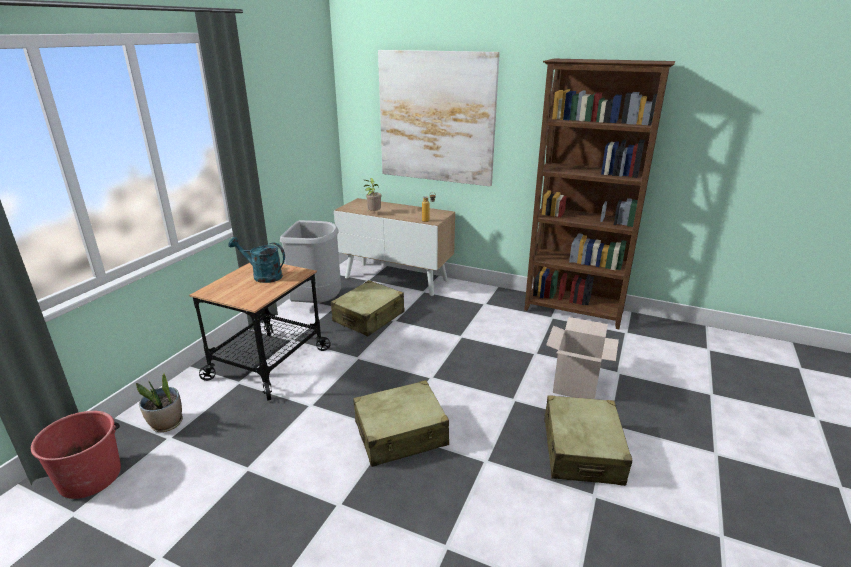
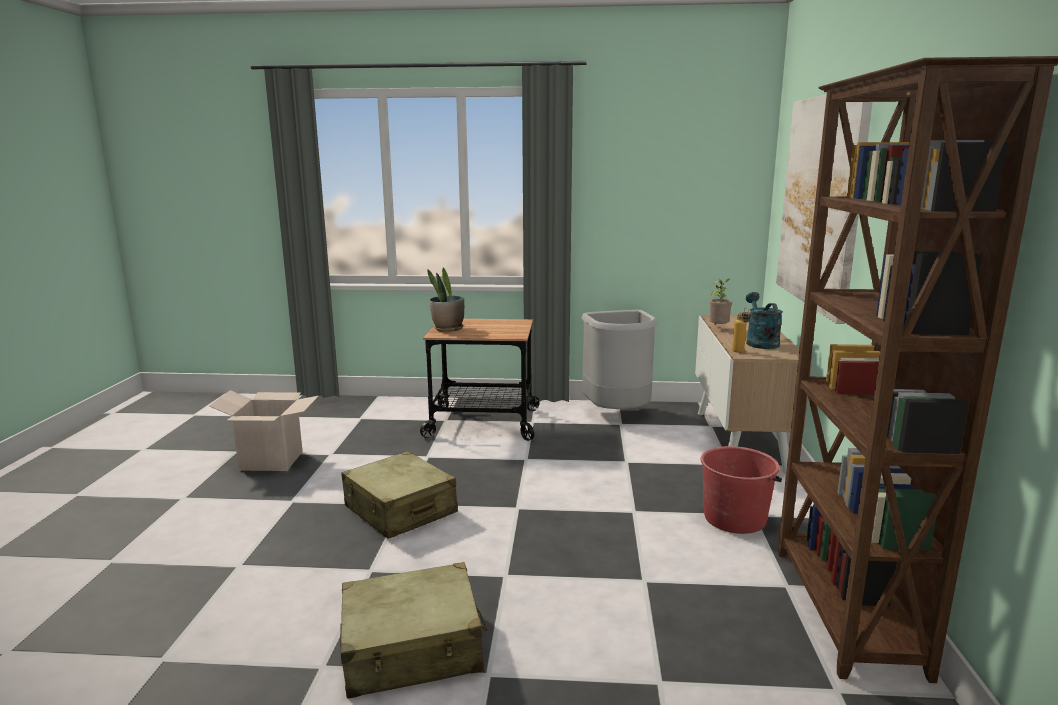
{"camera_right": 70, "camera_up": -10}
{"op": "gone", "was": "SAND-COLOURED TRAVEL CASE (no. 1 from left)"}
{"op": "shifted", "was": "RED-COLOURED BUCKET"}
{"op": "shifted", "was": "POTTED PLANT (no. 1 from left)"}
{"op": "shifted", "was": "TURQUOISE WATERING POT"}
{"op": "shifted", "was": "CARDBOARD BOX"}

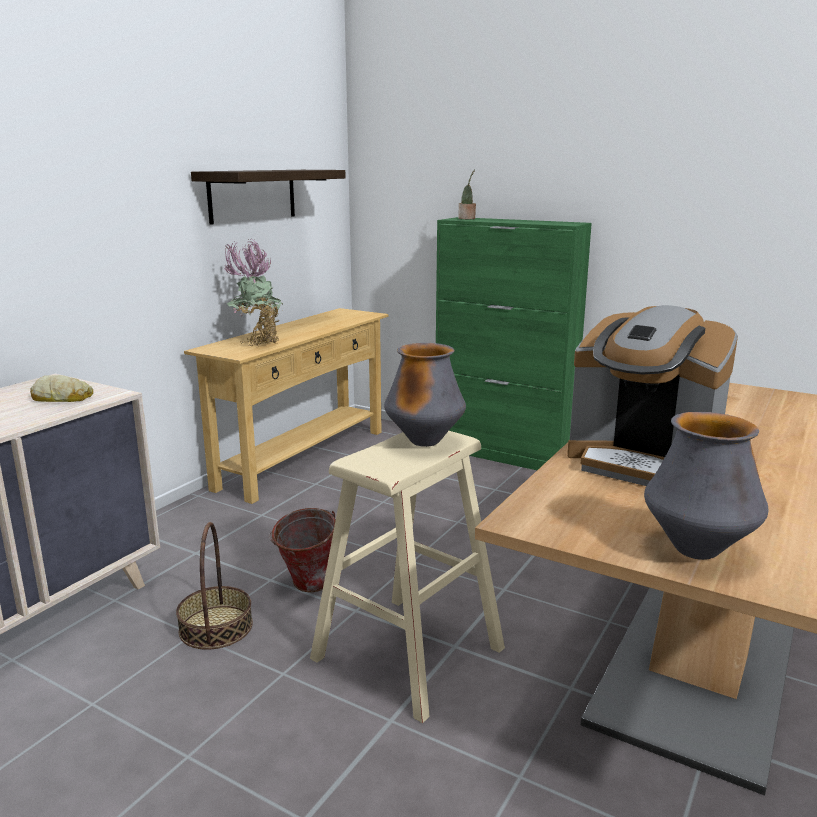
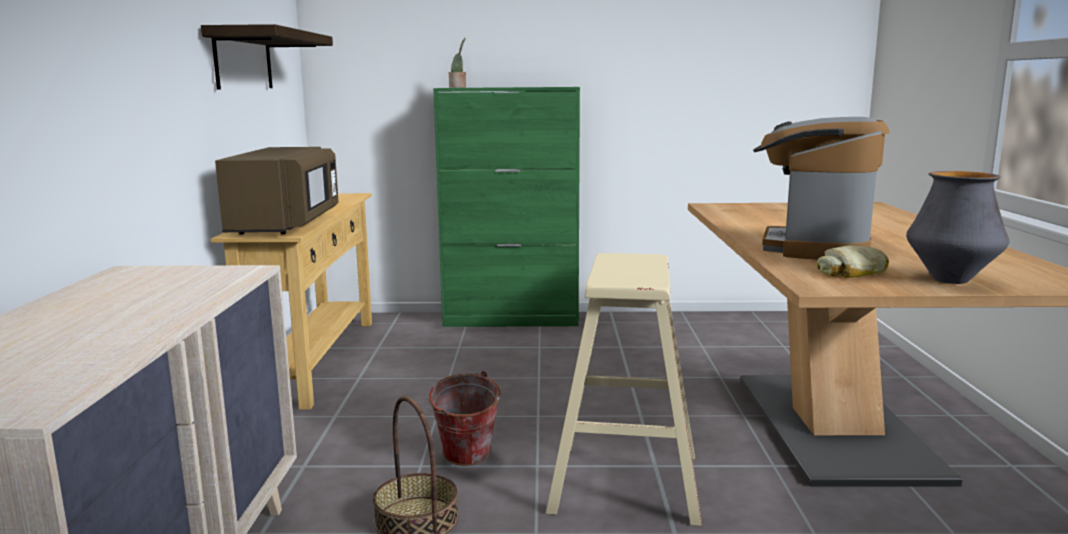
{"camera_right": -30, "camera_up": -5}
{"op": "gone", "was": "DECORATIVE VASE (no. 1 from left)"}
{"op": "shifted", "was": "BAKED BREAD"}
{"op": "swapped", "was": "POTTED PLANT (no. 1 from left)", "now": "BROWN MICROWAVE"}
{"op": "rotated", "was": "COFFEE BREWER", "clockwise": 105}

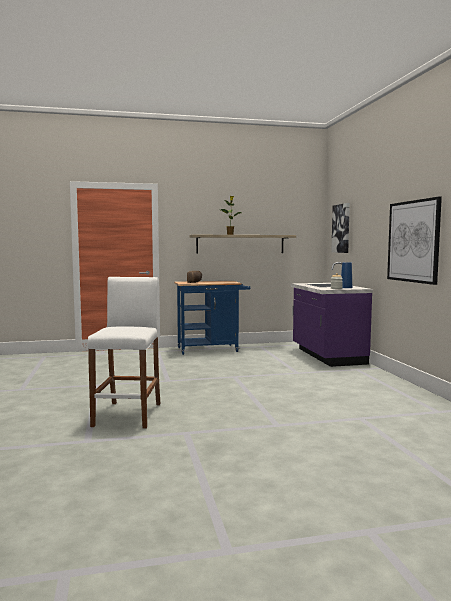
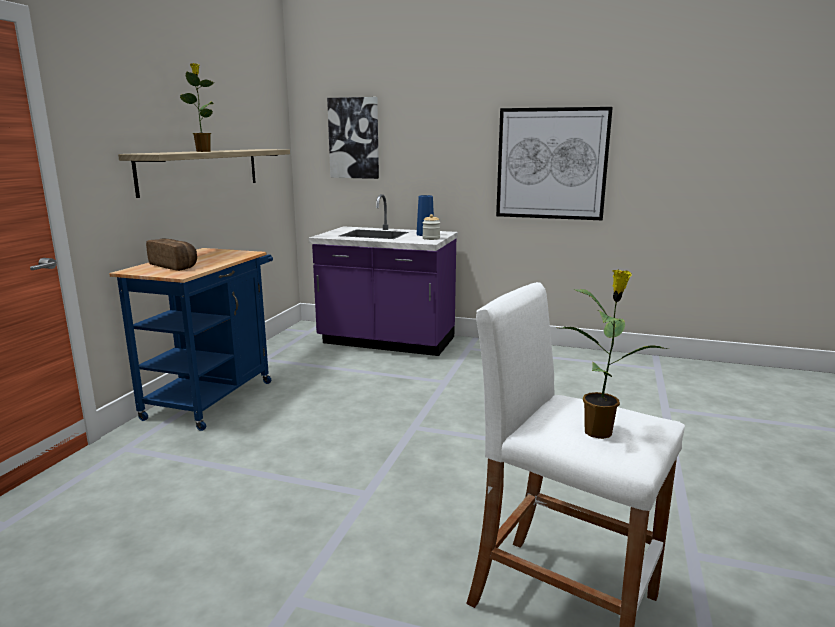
{"camera_right": -60, "camera_up": 10}
{"op": "new", "now": "POTTED PLANT (no. 2 from left)"}

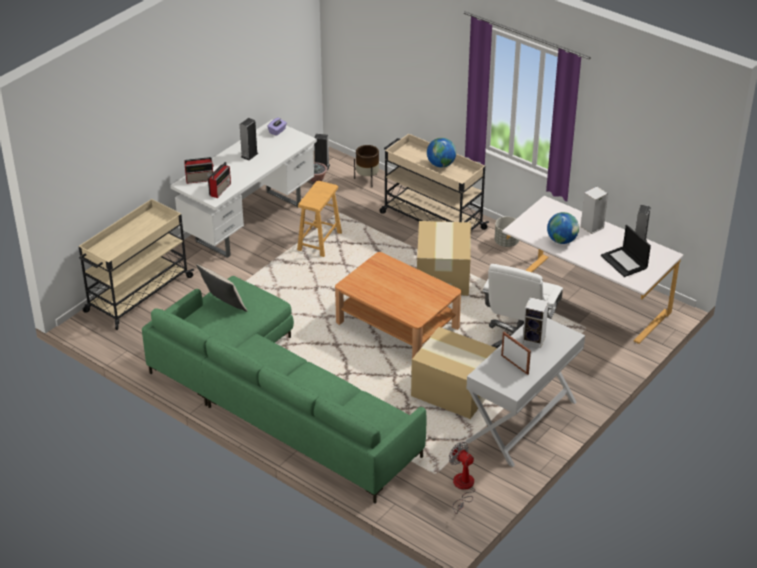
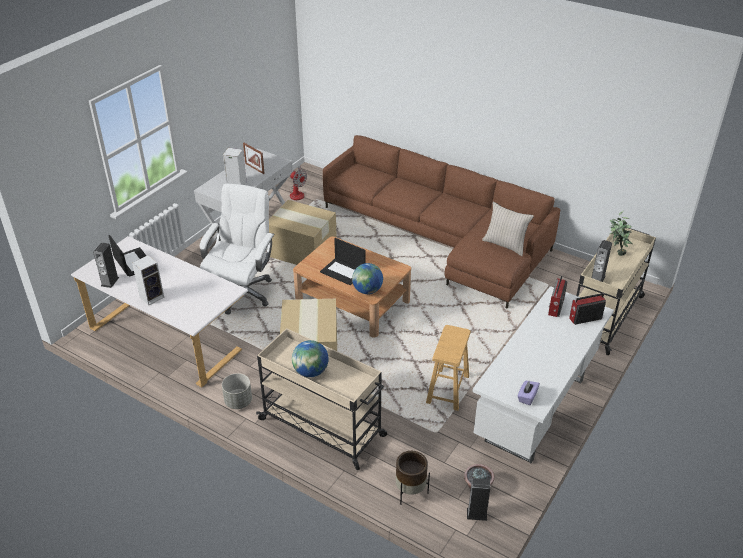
{"camera_right": 175, "camera_up": 0}
{"op": "new", "now": "PORTABLE COMPUTER (no. 2 from left)"}
{"op": "new", "now": "POTTED PLANT (no. 2 from left)"}
{"op": "shifted", "was": "SPEAKER (no. 1 from left in the first image)", "now": "SPEAKER (no. 5 from left)"}
{"op": "shifted", "was": "WORLD GLOBE (no. 2 from left)"}
{"op": "repainted", "was": "GREEN-COLOURED SETTEE", "now": "BROWN SETTEE"}

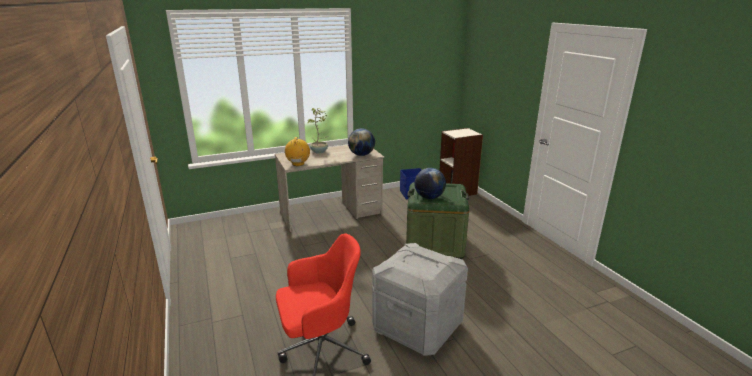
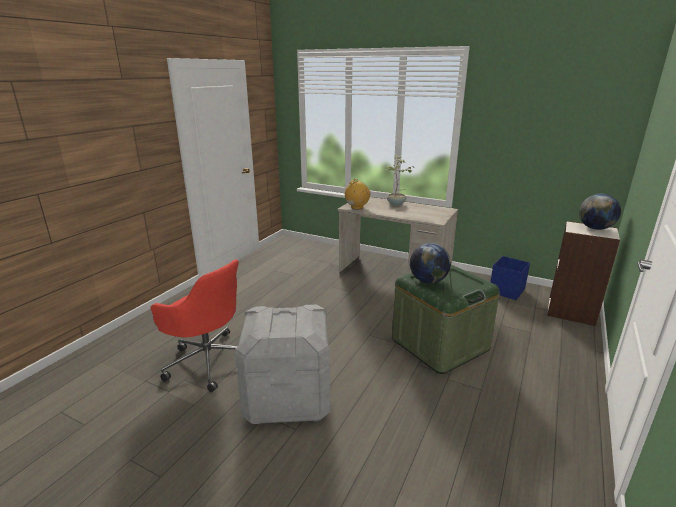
{"camera_right": 50, "camera_up": 0}
{"op": "shifted", "was": "WORLD GLOBE (no. 1 from left in the first image)", "now": "WORLD GLOBE (no. 2 from left)"}

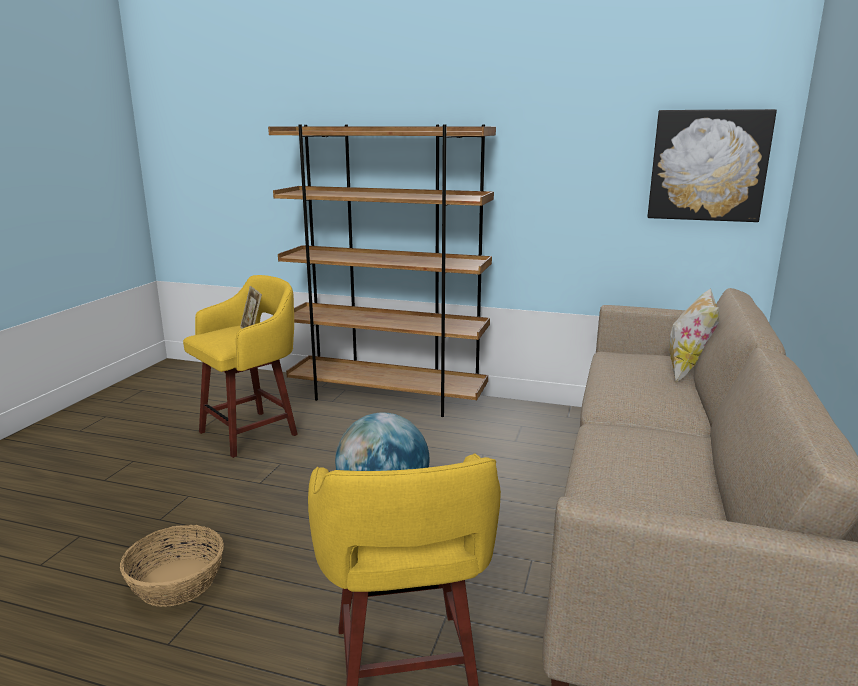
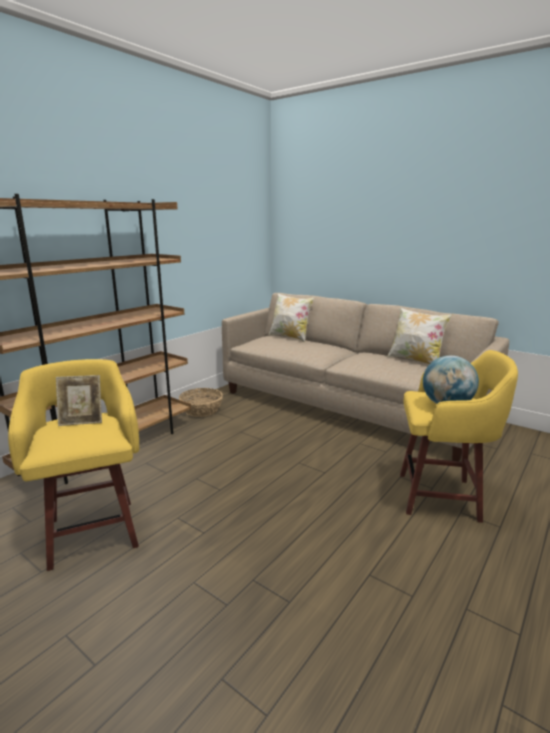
{"camera_right": -70, "camera_up": 0}
{"op": "gone", "was": "WALL PICTURE"}
{"op": "new", "now": "PILLOW (no. 2 from left)"}
{"op": "shifted", "was": "BASKET"}

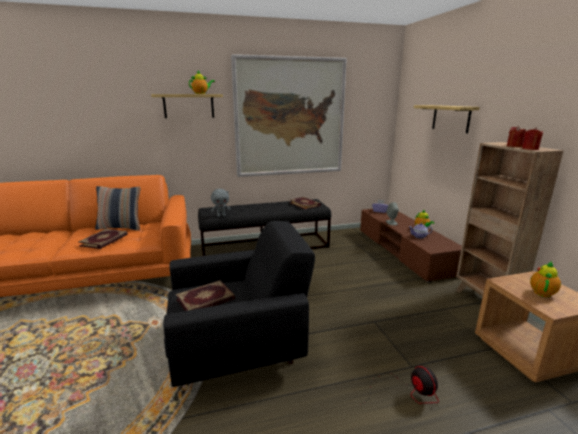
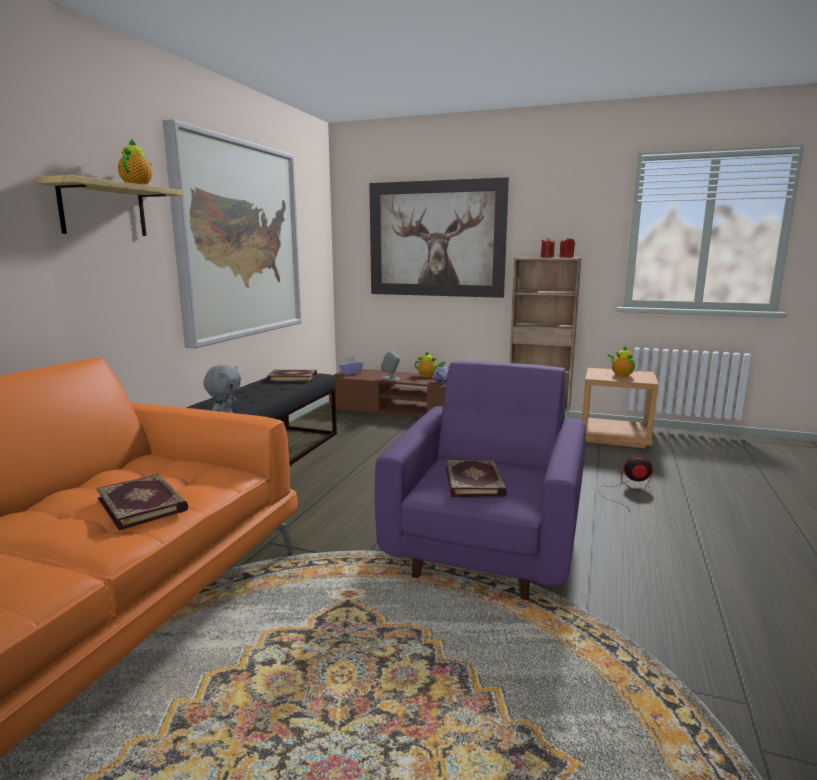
{"camera_right": -55, "camera_up": -5}
{"op": "gone", "was": "PILLOW"}
{"op": "swapped", "was": "WALL SHELF (no. 2 from left)", "now": "WALL PICTURE (no. 2 from left)"}
{"op": "repainted", "was": "BLACK EASY CHAIR", "now": "PURPLE EASY CHAIR"}

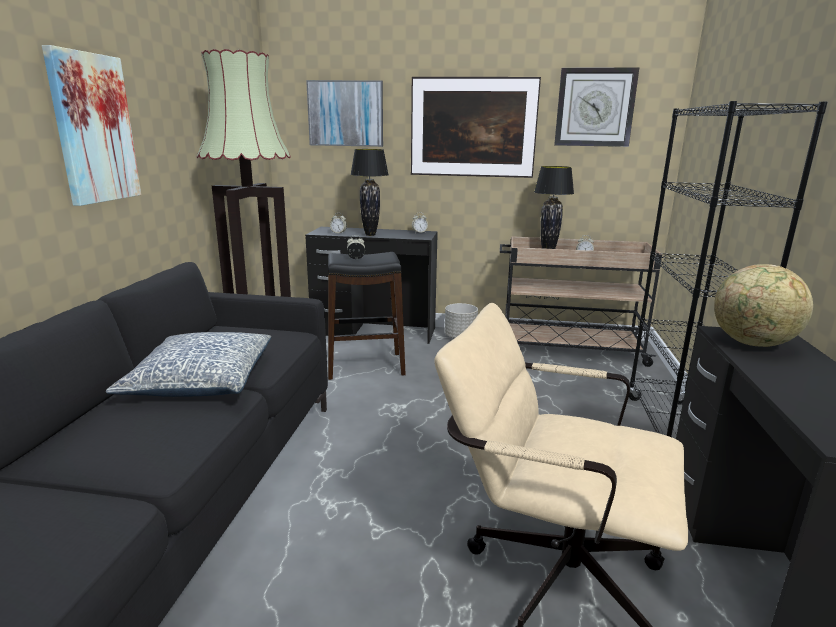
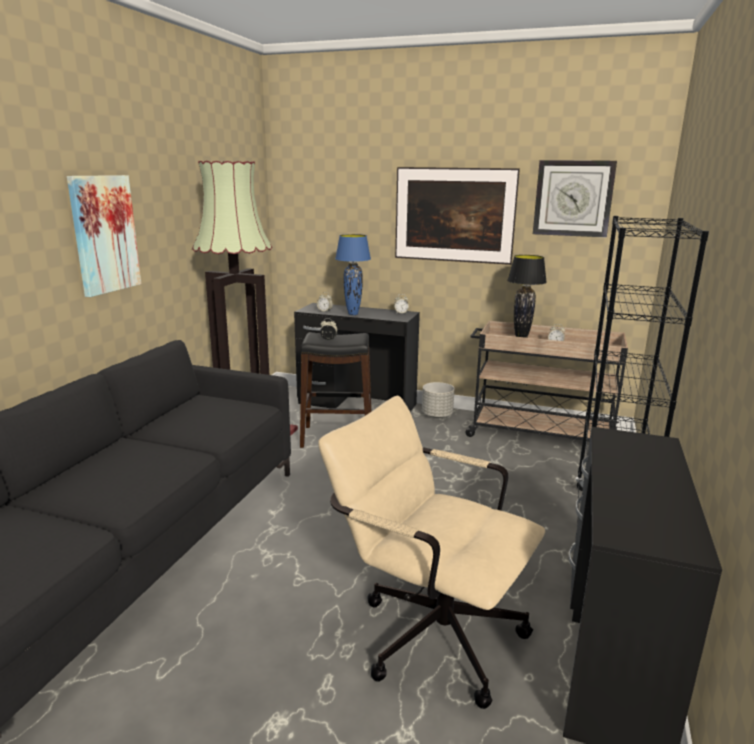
{"camera_right": 10, "camera_up": 0}
{"op": "gone", "was": "PILLOW"}
{"op": "gone", "was": "WALL PICTURE (no. 2 from left)"}
{"op": "gone", "was": "WORLD GLOBE"}
{"op": "repainted", "was": "BLACK TABLE LAMP (no. 1 from left)", "now": "BLUE TABLE LAMP"}

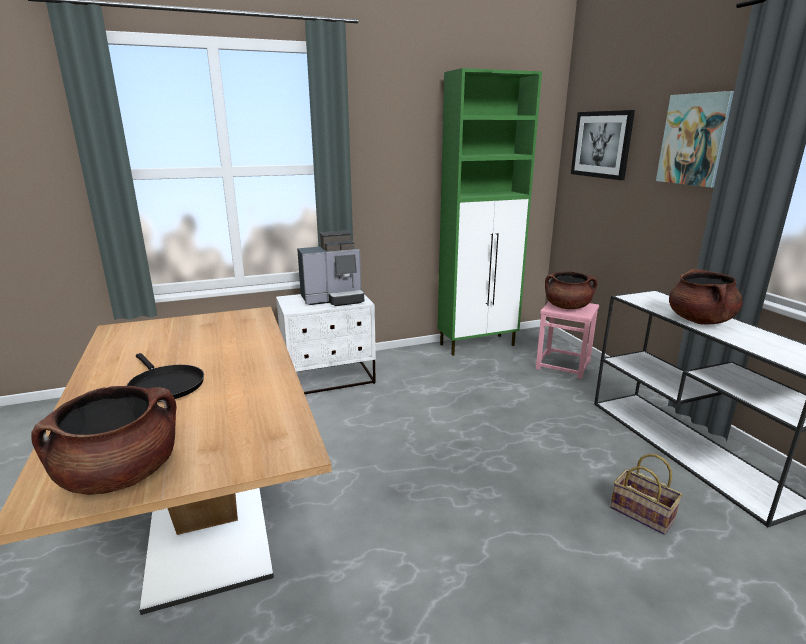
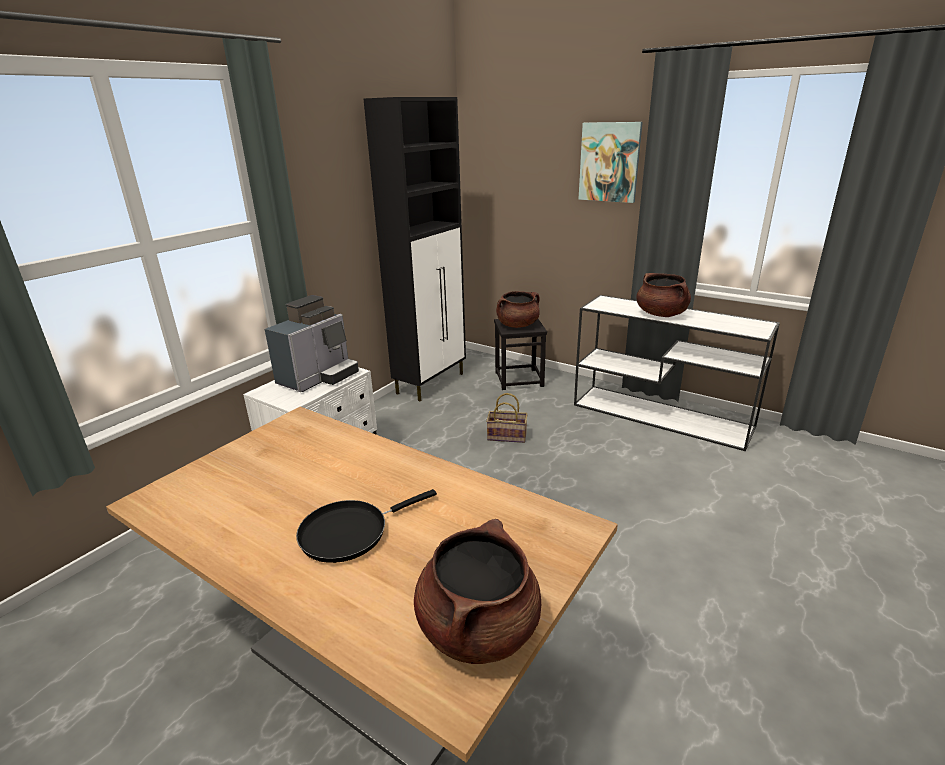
{"camera_right": -35, "camera_up": 5}
{"op": "gone", "was": "WALL PICTURE (no. 1 from left)"}
{"op": "shifted", "was": "BASKET"}
{"op": "repainted", "was": "GREEN-COLOURED STORAGE CABINET", "now": "BLACK STORAGE CABINET"}
{"op": "repainted", "was": "PINK-COLOURED SITTING STOOL", "now": "BLACK SITTING STOOL"}
{"op": "rotated", "was": "BLACK FRYING PAN", "clockwise": 135}

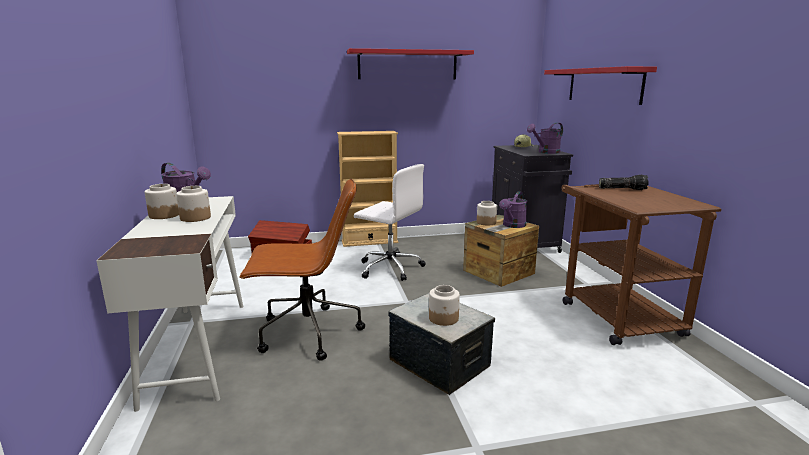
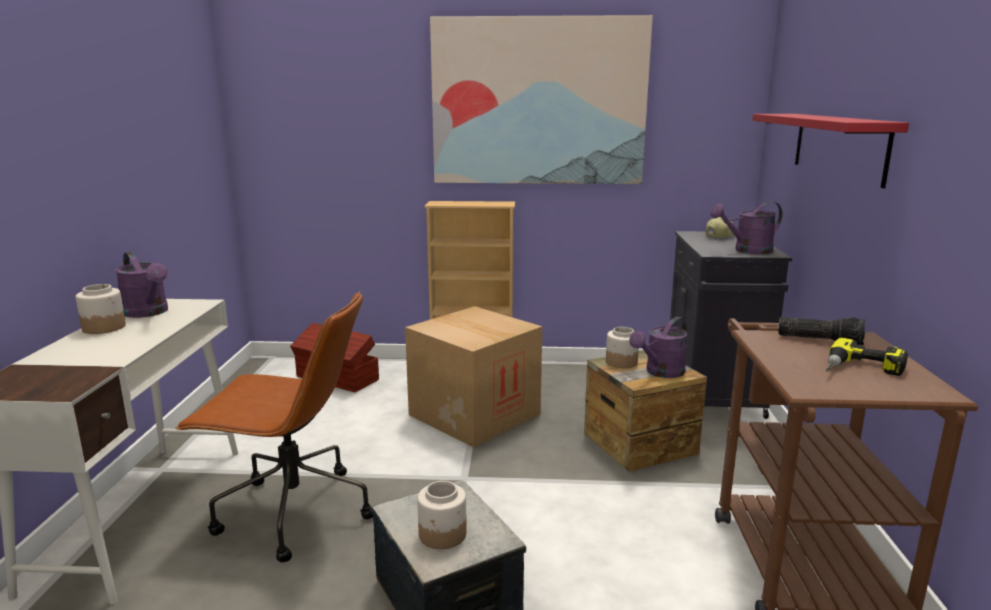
{"camera_right": 15, "camera_up": 0}
{"op": "gone", "was": "PRESERVE JAR (no. 2 from left)"}
{"op": "new", "now": "POWER DRILL"}
{"op": "swapped", "was": "RED-COLOURED WALL SHELF (no. 1 from left)", "now": "WALL PICTURE"}
{"op": "swapped", "was": "WHITISH COMPUTER CHAIR", "now": "CARDBOARD BOX"}

